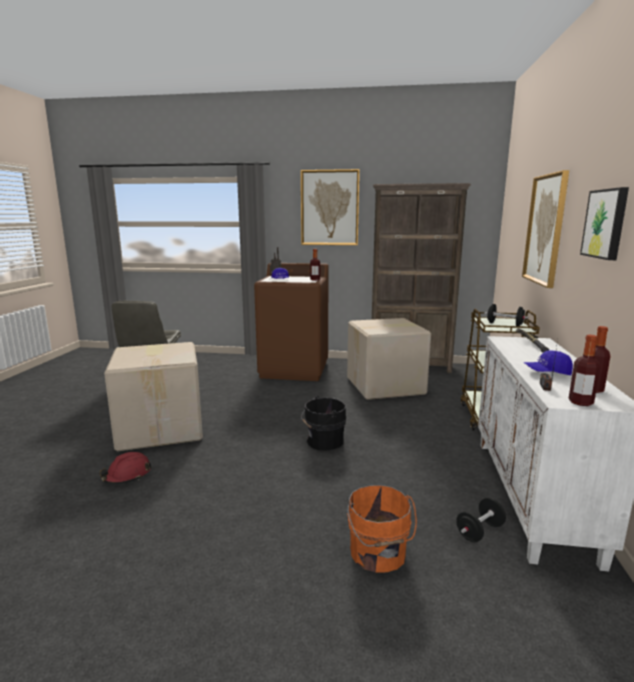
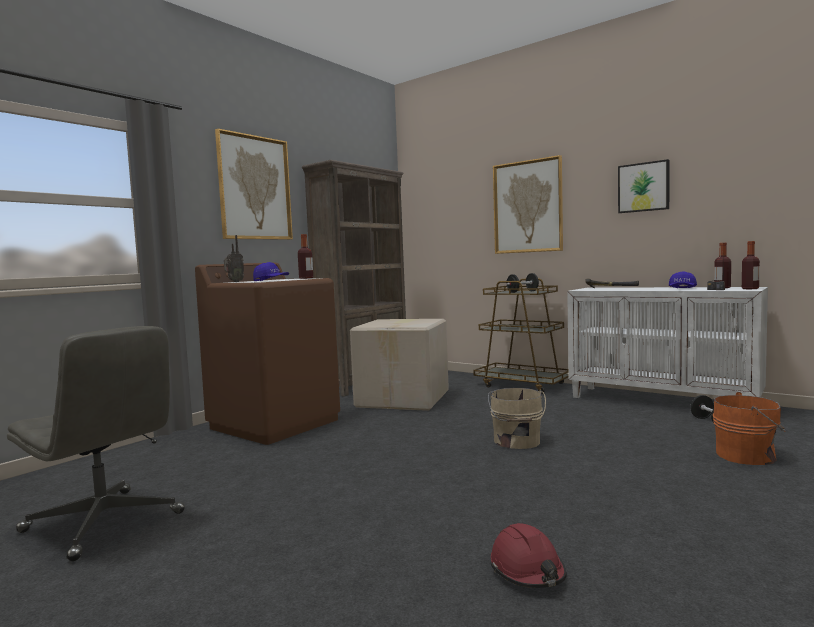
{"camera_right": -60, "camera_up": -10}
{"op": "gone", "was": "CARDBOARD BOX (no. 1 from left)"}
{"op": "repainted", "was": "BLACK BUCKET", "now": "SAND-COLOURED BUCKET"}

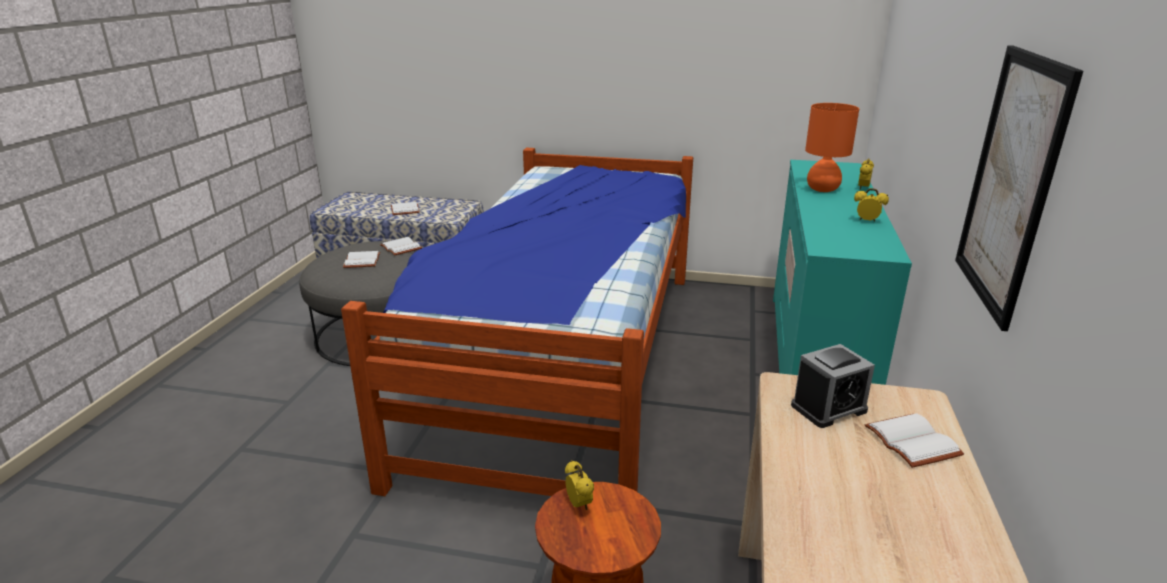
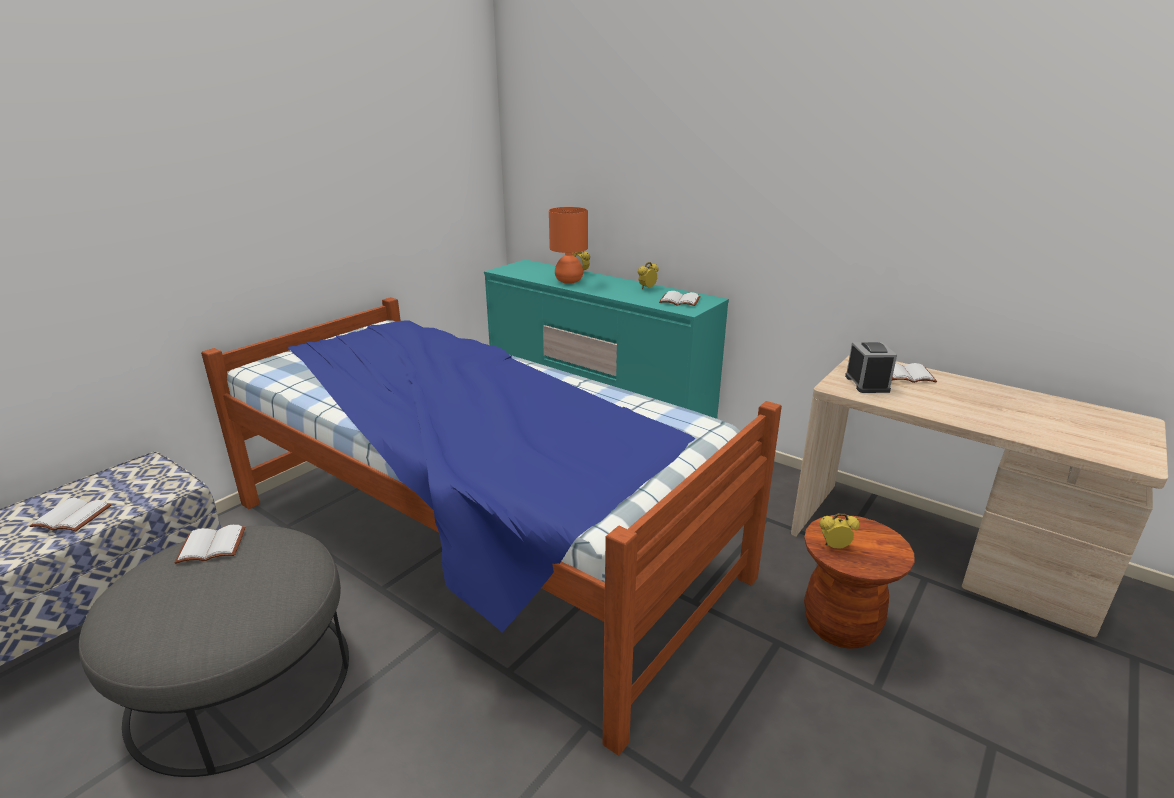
{"camera_right": -65, "camera_up": 0}
{"op": "gone", "was": "WALL PICTURE"}
{"op": "shifted", "was": "WHITISH BOOK (no. 1 from left in the first image)", "now": "WHITISH BOOK (no. 3 from left)"}

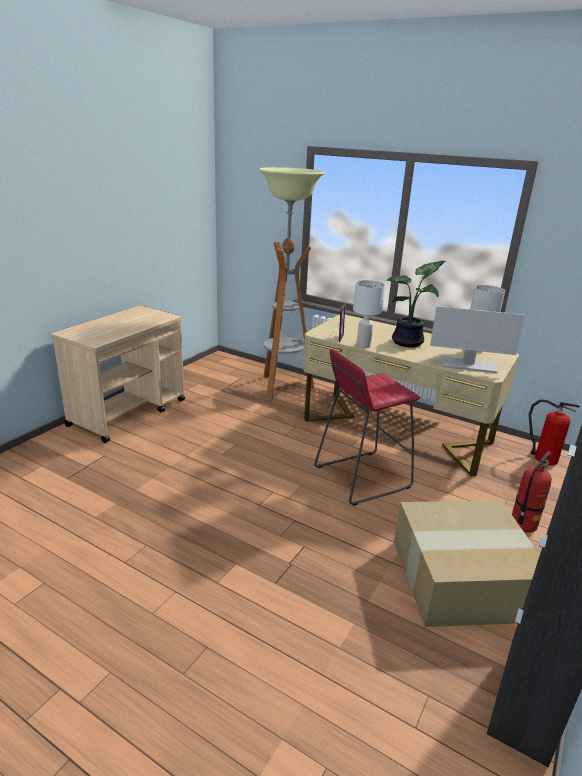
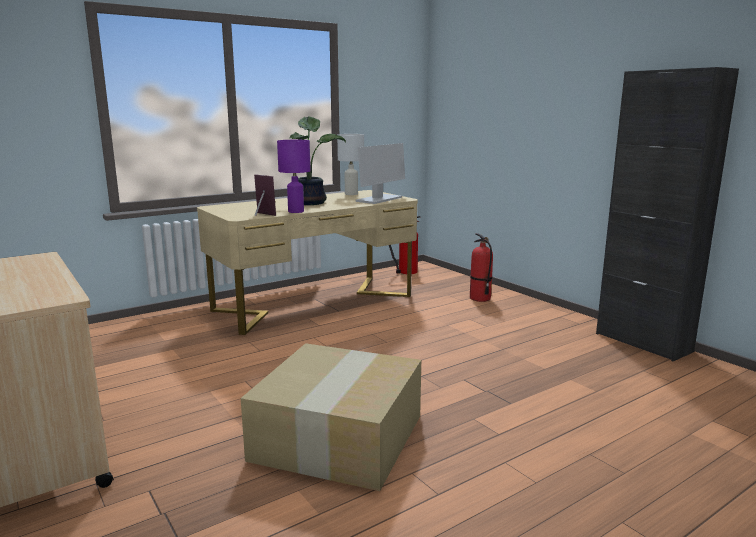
{"camera_right": -65, "camera_up": -10}
{"op": "gone", "was": "STANDING LAMP"}
{"op": "gone", "was": "RED-COLOURED SITTING STOOL"}
{"op": "shifted", "was": "CARDBOARD BOX"}
{"op": "repainted", "was": "WHITISH TABLE LAMP (no. 1 from left)", "now": "PURPLE TABLE LAMP"}

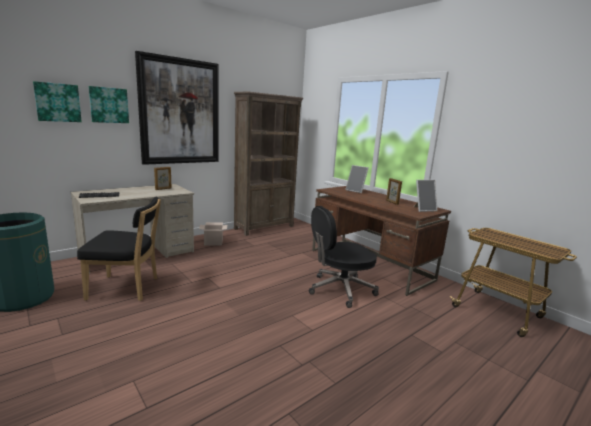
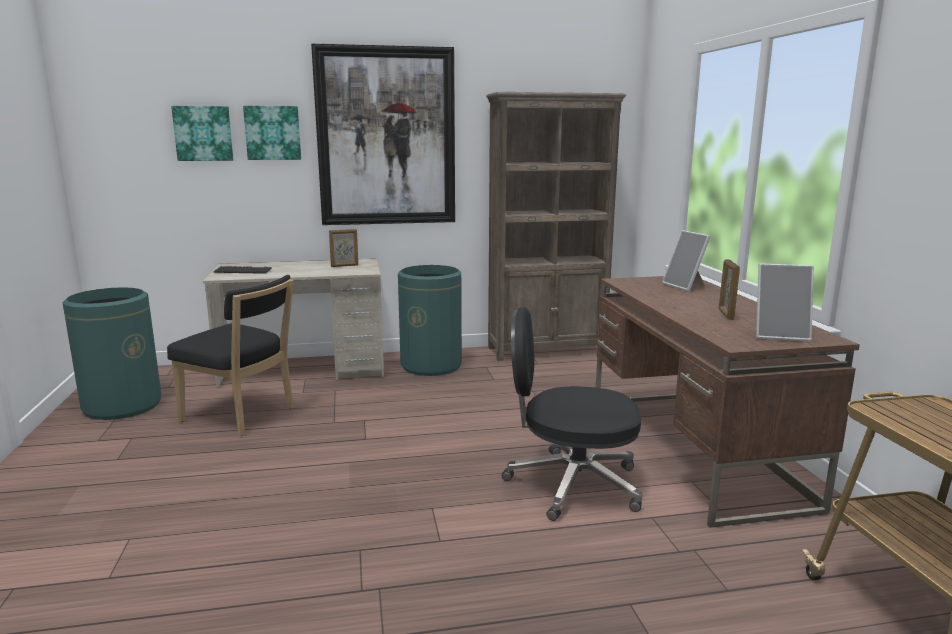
{"camera_right": 30, "camera_up": 0}
{"op": "swapped", "was": "CARDBOARD BOX", "now": "GREEN-COLOURED WASTE BIN (no. 2 from left)"}

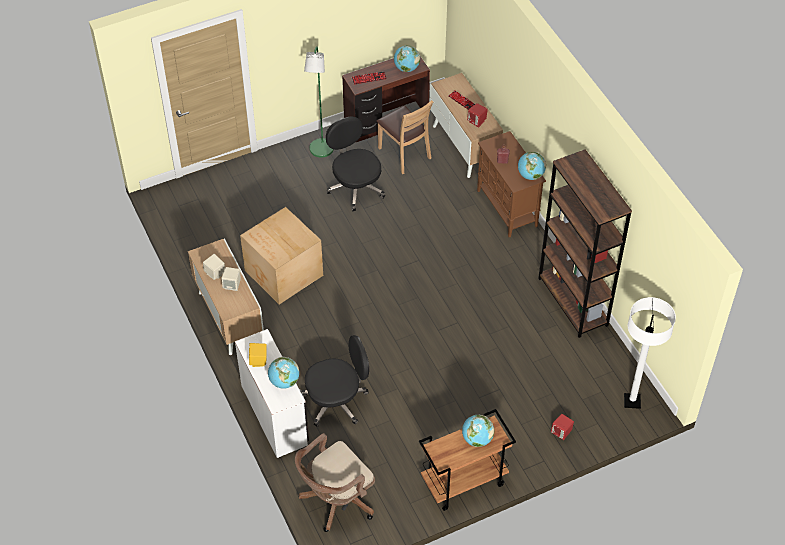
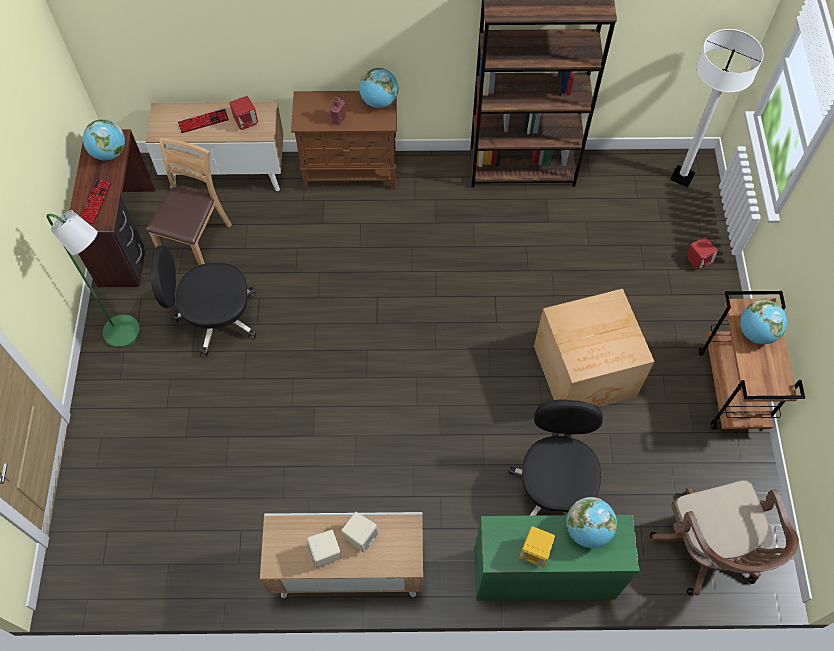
{"camera_right": -65, "camera_up": 10}
{"op": "shifted", "was": "CARDBOARD BOX"}
{"op": "repainted", "was": "WHITISH DESK UNIT", "now": "GREEN-COLOURED DESK UNIT"}
{"op": "rotated", "was": "BROWN PLAIN CHAIR", "clockwise": -60}

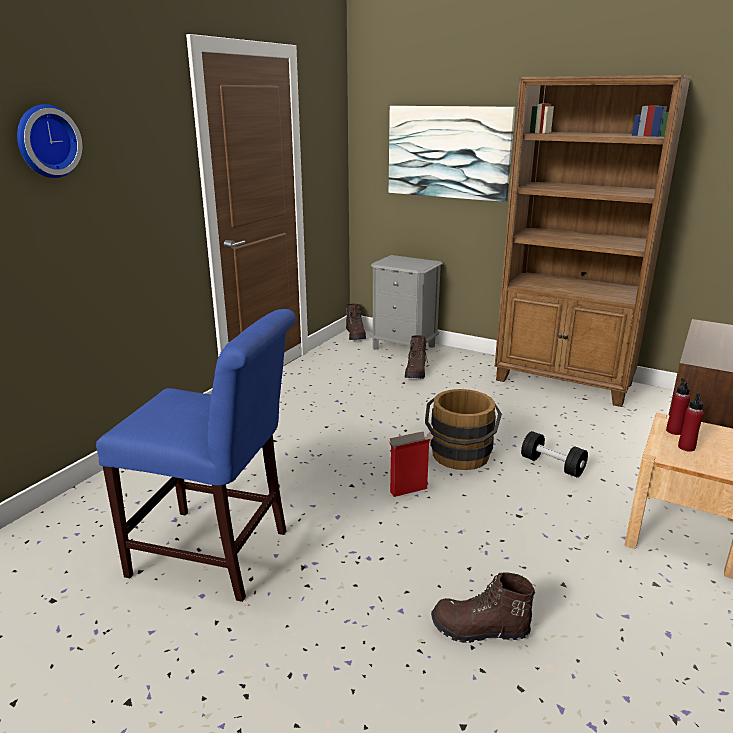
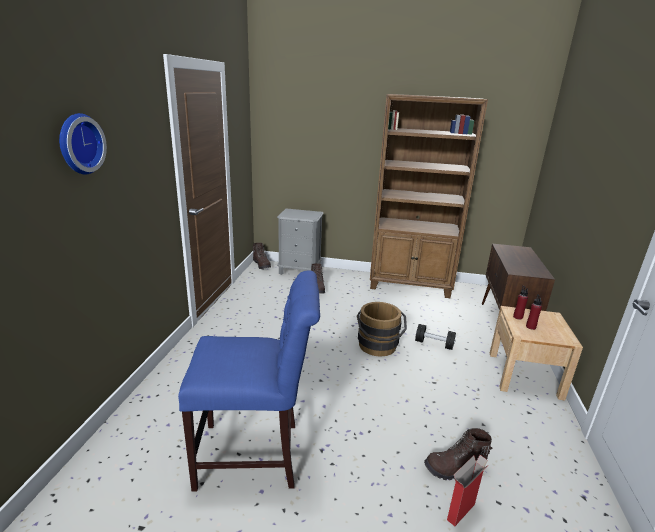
{"camera_right": -20, "camera_up": 0}
{"op": "gone", "was": "WALL PICTURE"}
{"op": "shifted", "was": "CARDBOARD BOX"}

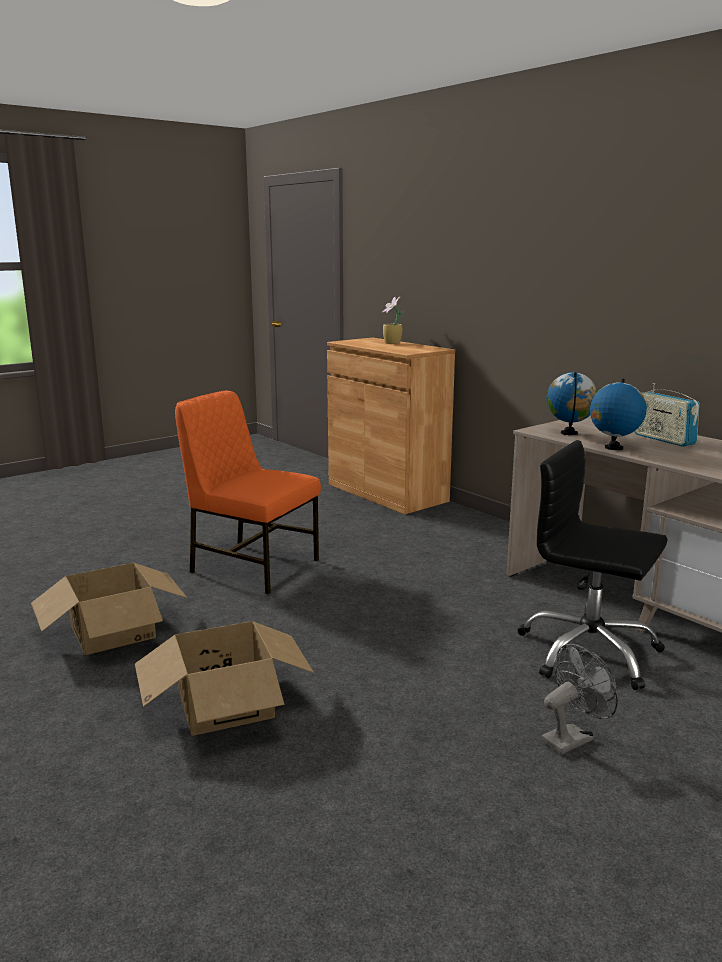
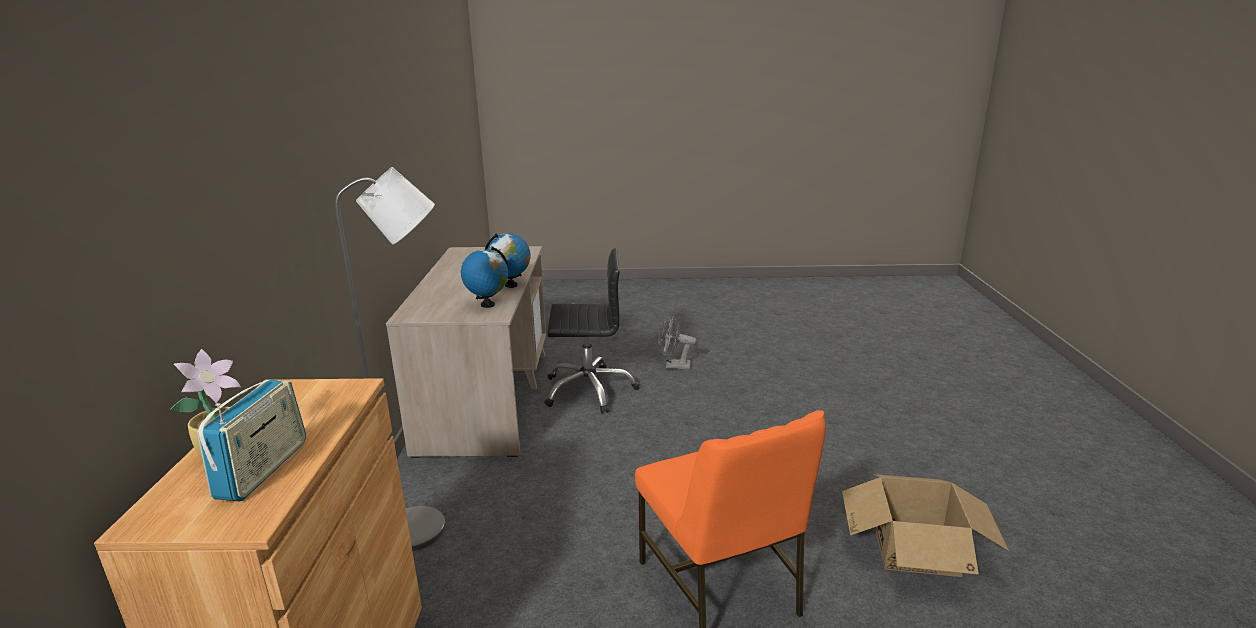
{"camera_right": -140, "camera_up": 5}
{"op": "gone", "was": "CARDBOARD BOX (no. 2 from left)"}
{"op": "new", "now": "GREY STANDING LAMP"}
{"op": "shifted", "was": "RADIO RECEIVER"}
{"op": "rotated", "was": "BLACK COMPUTER CHAIR", "clockwise": -75}

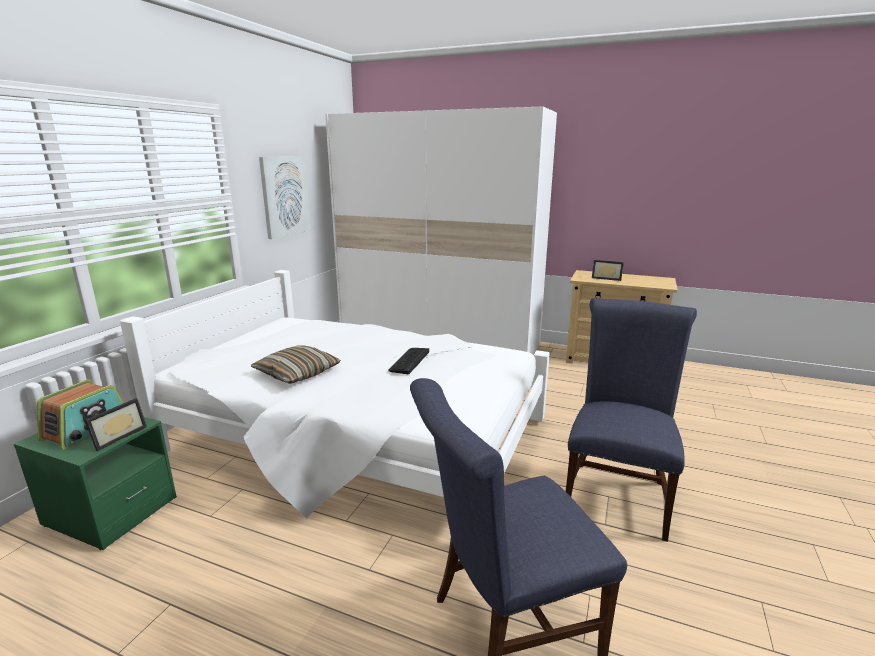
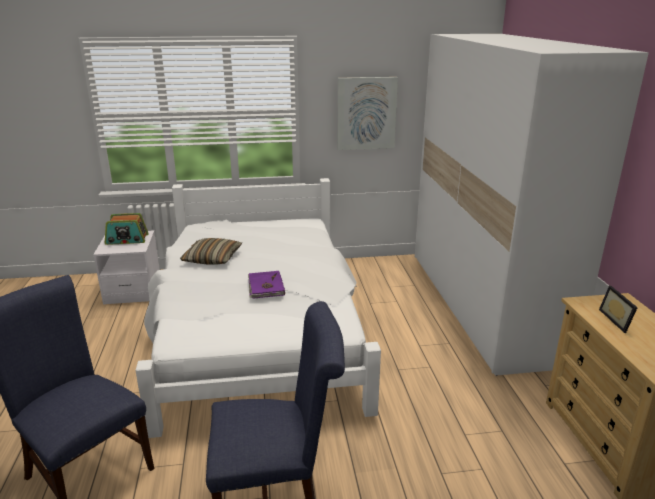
{"camera_right": 60, "camera_up": 5}
{"op": "gone", "was": "PHOTO FRAME (no. 1 from left)"}
{"op": "swapped", "was": "COMPUTER KEYBOARD", "now": "PURPLE BOOK"}
{"op": "repainted", "was": "GREEN-COLOURED NIGHTSTAND", "now": "WHITISH NIGHTSTAND"}

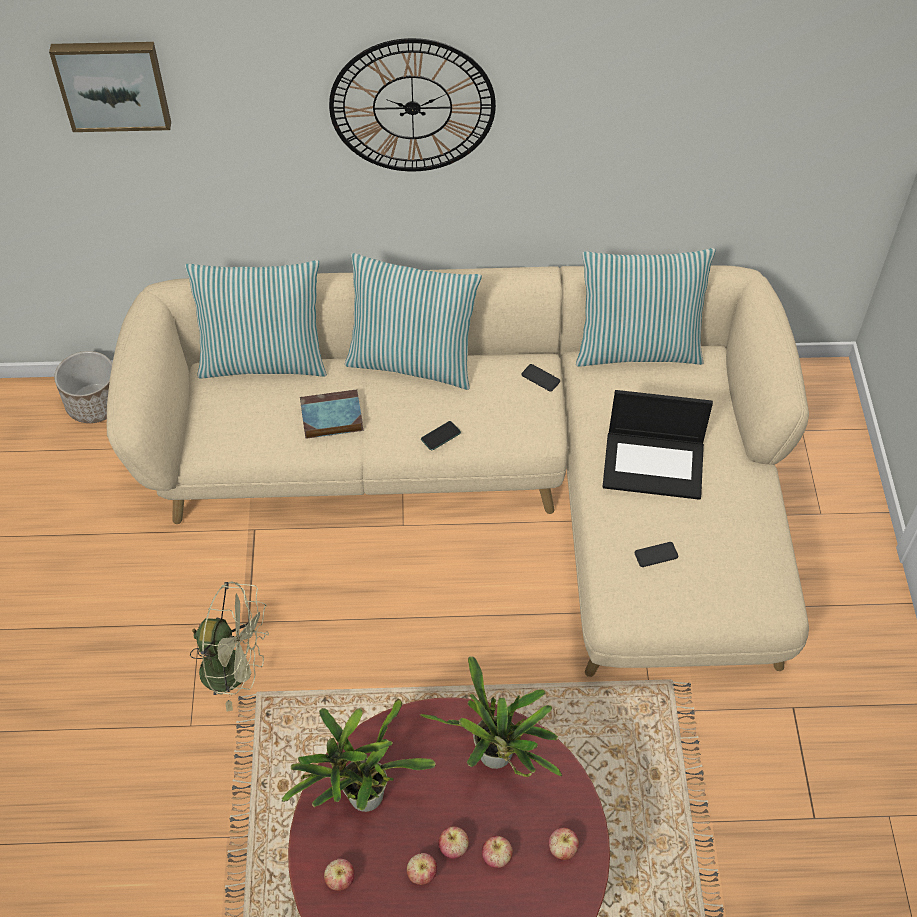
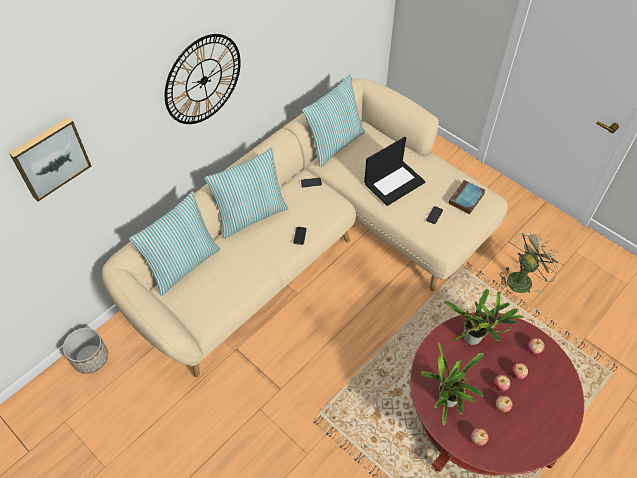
{"camera_right": -45, "camera_up": 0}
{"op": "shifted", "was": "GREEN-COLOURED FAN"}
{"op": "shifted", "was": "BOOK"}

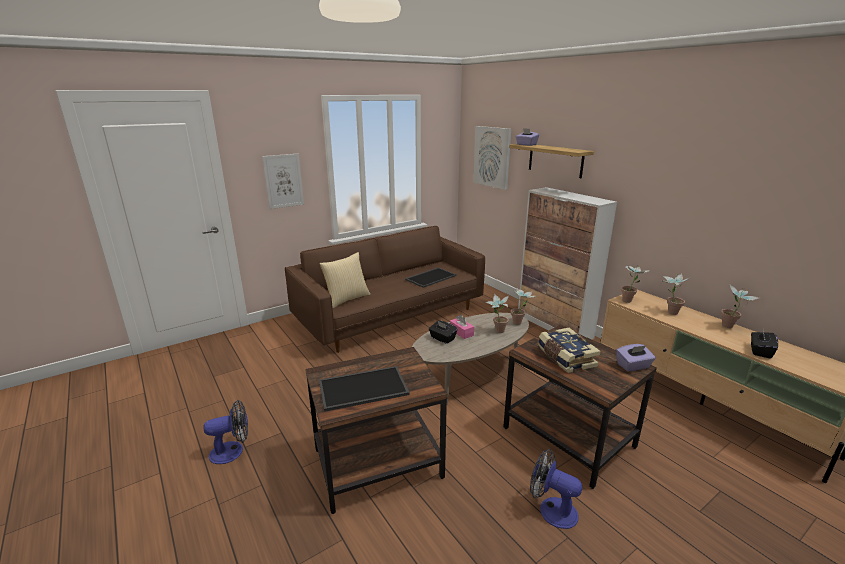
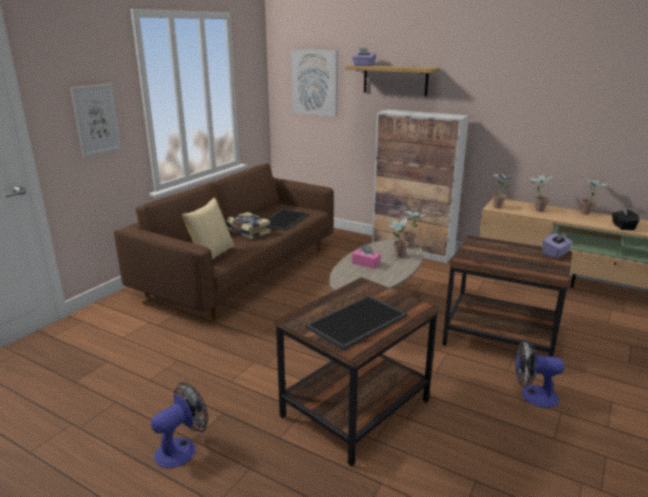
{"camera_right": -25, "camera_up": 0}
{"op": "gone", "was": "BLACK BOX OF TISSUES (no. 1 from left)"}
{"op": "shifted", "was": "BOOK"}

